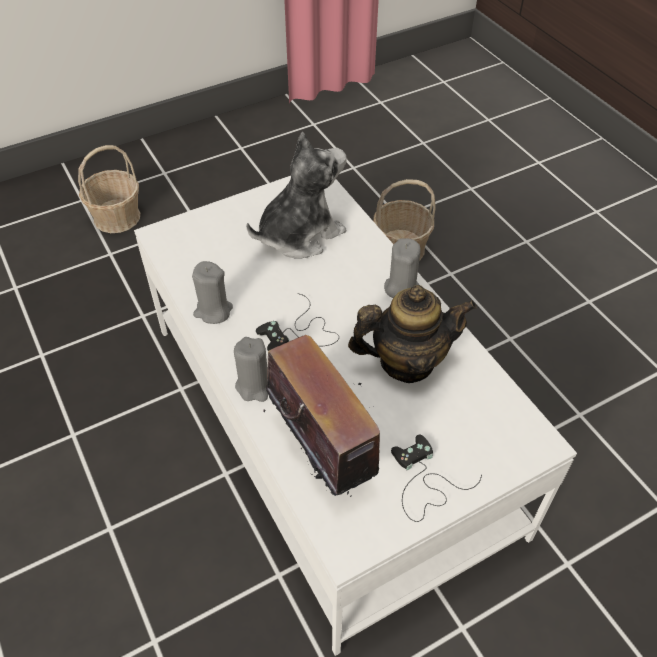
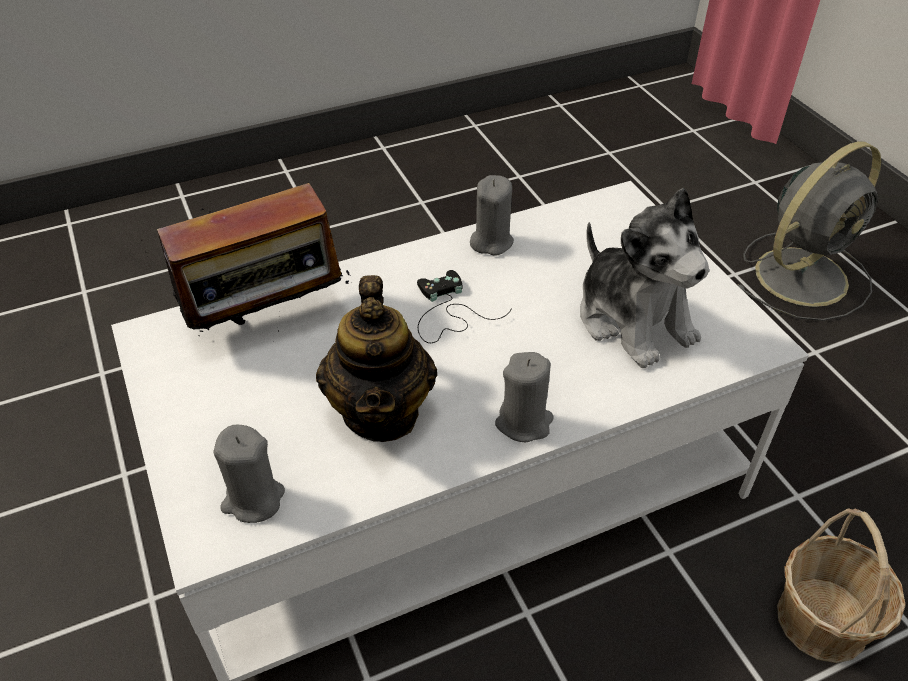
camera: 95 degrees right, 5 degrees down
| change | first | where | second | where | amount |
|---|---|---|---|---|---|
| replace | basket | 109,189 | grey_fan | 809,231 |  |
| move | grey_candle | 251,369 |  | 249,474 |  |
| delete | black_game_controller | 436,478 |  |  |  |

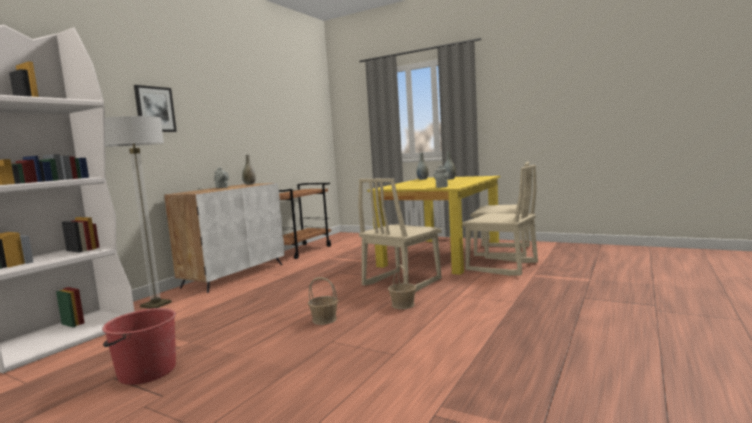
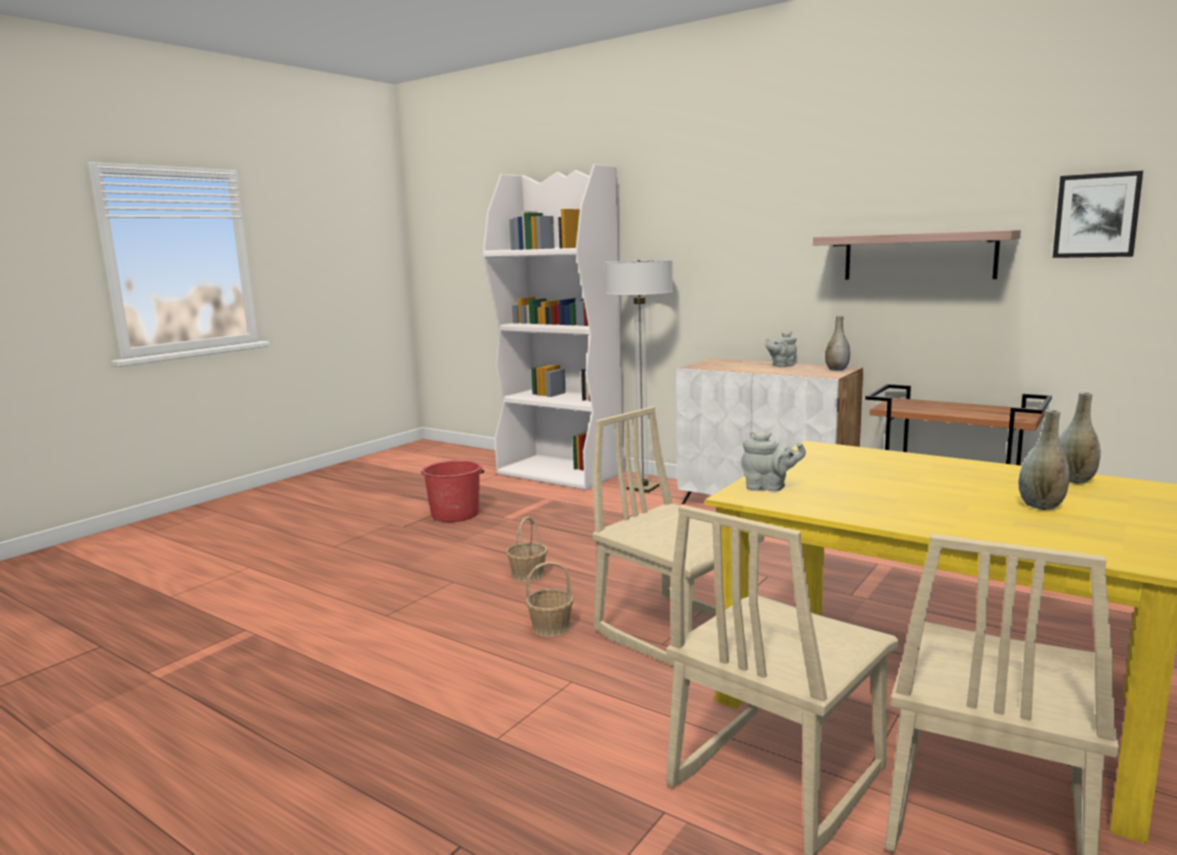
camera: 95 degrees right, 5 degrees up
| change | first | where | second | where | amount |
|---|---|---|---|---|---|
| move | picture | 155,108 |  | 1098,214 |  |
| insert |  |  | shelf | 917,255 |  |

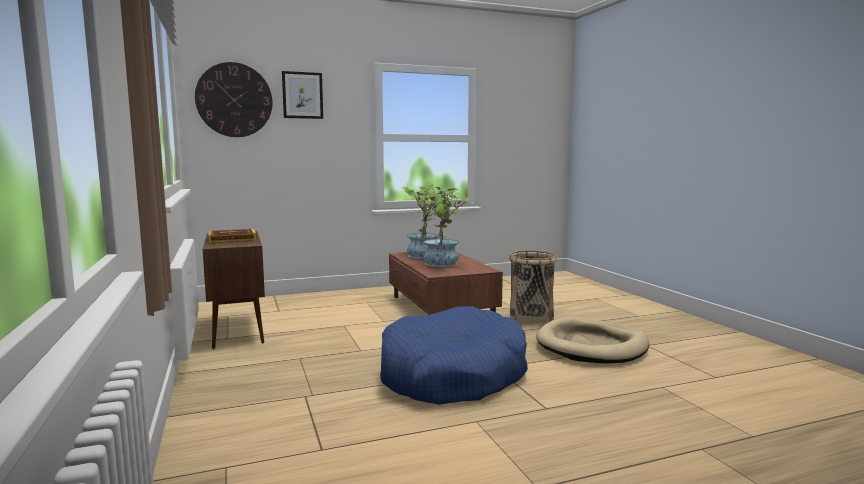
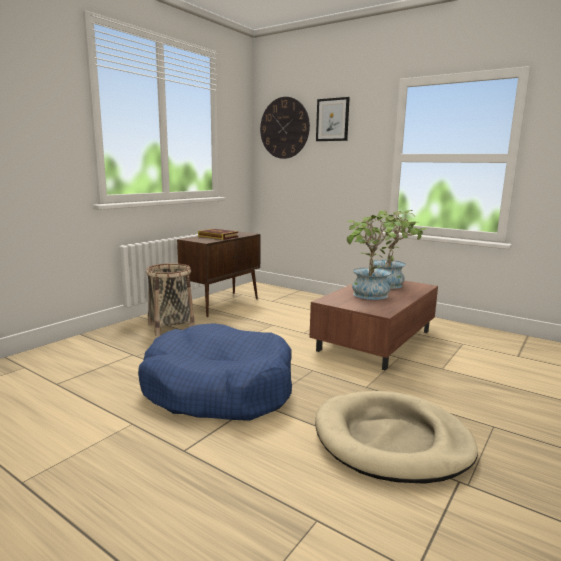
camera: 55 degrees right, 5 degrees up
| change | first | where | second | where | amount |
|---|---|---|---|---|---|
| move | basket | 533,286 |  | 170,299 |  |

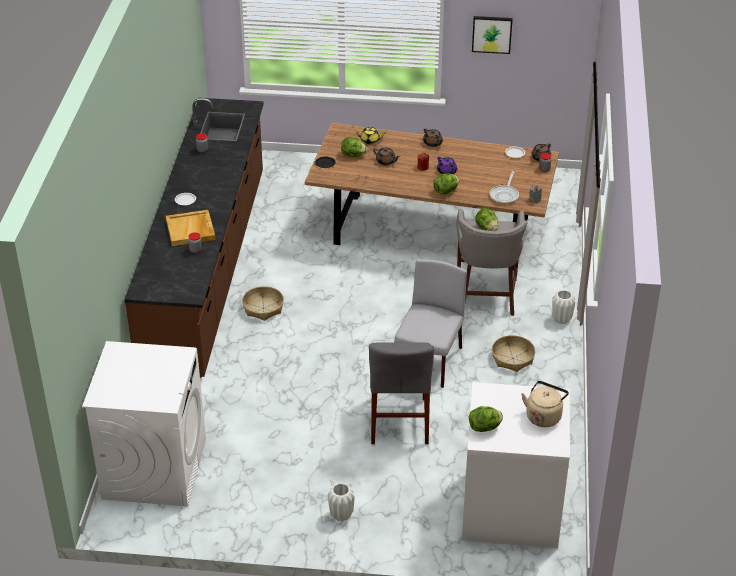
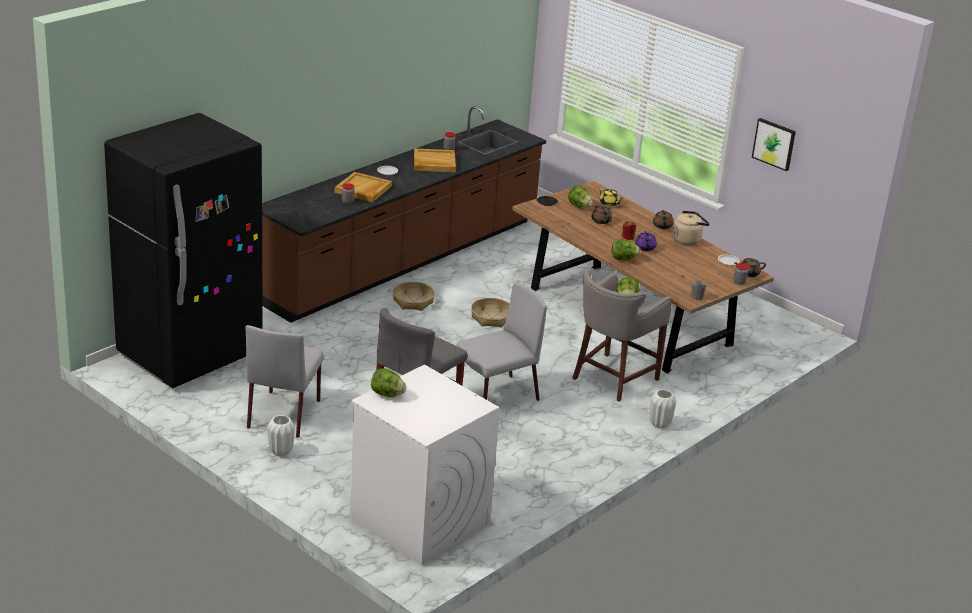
camera: 35 degrees right, 10 degrees down
| change | first | where | second | where | amount |
|---|---|---|---|---|---|
| replace | white_washing_machine | 144,423 | black_fridge | 183,250 |  |
| delete | frying_pan | 504,187 |  |  |  |
| move | basket | 513,353 |  | 490,313 |  |
| move | beige_kettle | 545,404 |  | 691,228 |  |
| insert |  |  | grey_chair | 285,381 |  |
| insert |  |  | beige_tray | 435,160 |  |

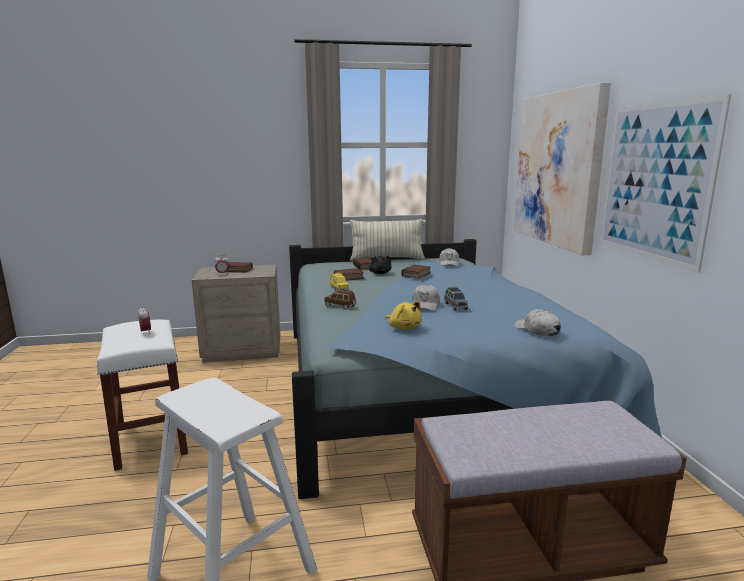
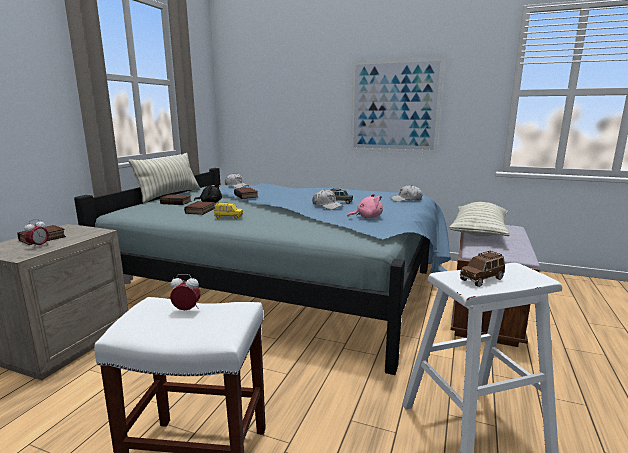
camera: 60 degrees left, 0 degrees up
| change | first | where | second | where | amount |
|---|---|---|---|---|---|
| move | brown_toy_car | 340,300 |  | 482,269 |  |
| recolor | yellow_plush_toy | 403,315 | pink_plush_toy | 365,206 |  |
| delete | picture | 562,168 |  |  |  |
| insert |  |  | pillow | 479,219 |  |

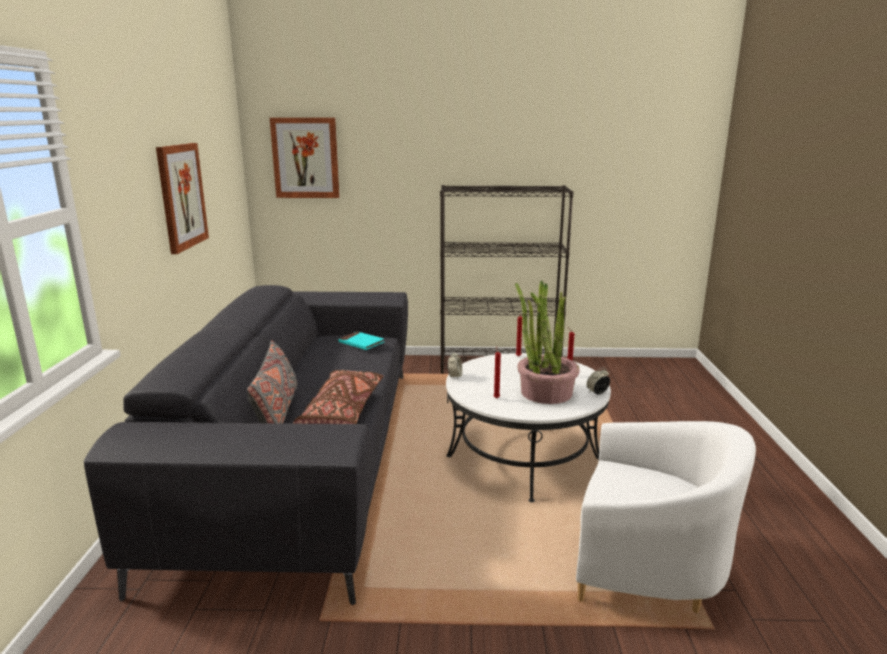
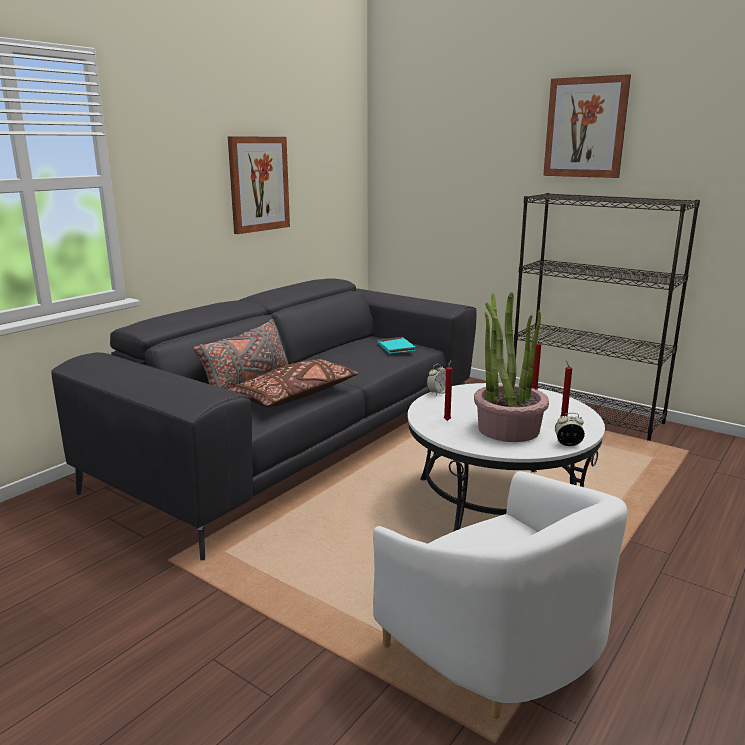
camera: 35 degrees right, 0 degrees up
| change | first | where | second | where | amount |
|---|---|---|---|---|---|
| move | picture | 305,158 |  | 587,126 |  |

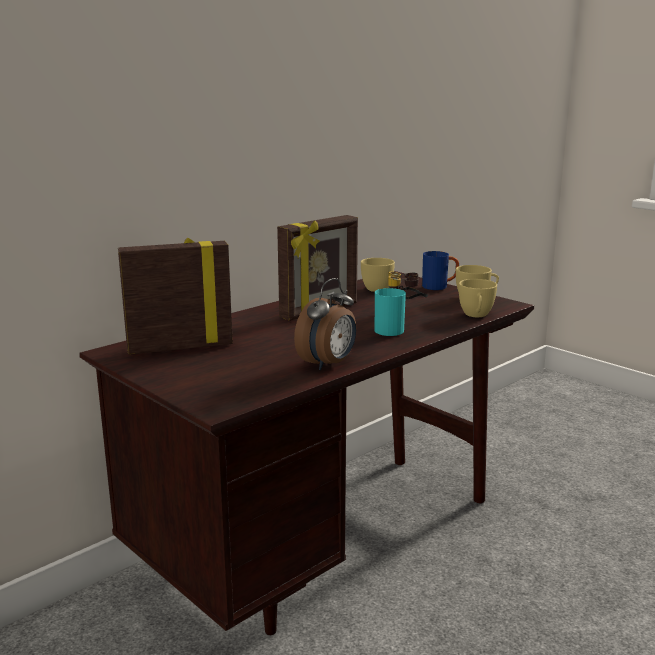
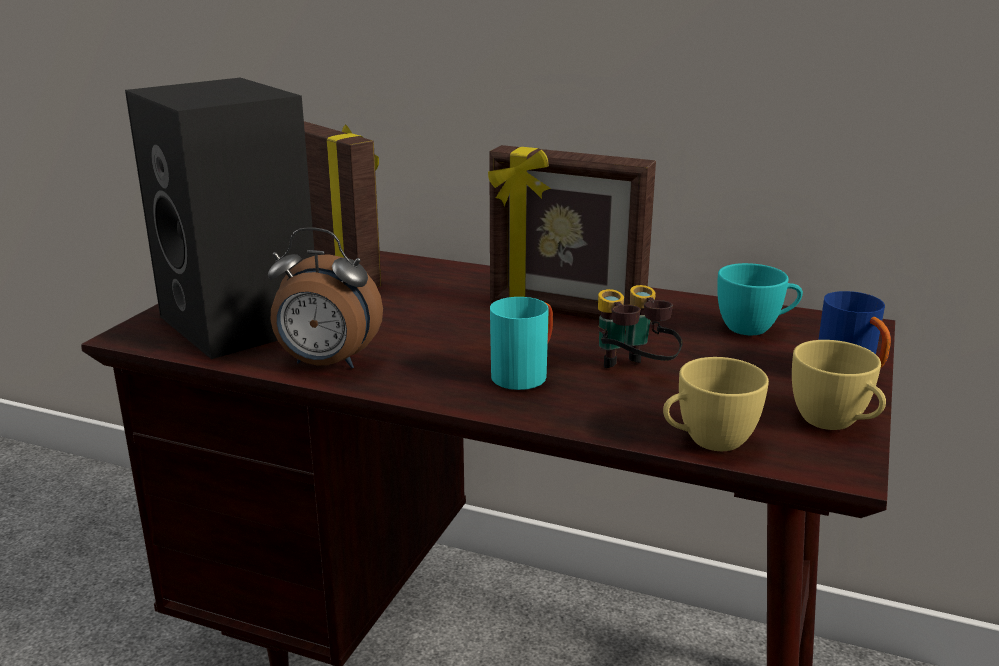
camera: 65 degrees right, 5 degrees up
| change | first | where | second | where | amount |
|---|---|---|---|---|---|
| recolor | yellow_cup | 378,275 | turquoise_cup | 760,299 |  |
| insert |  |  | black_speaker | 220,218 |  |

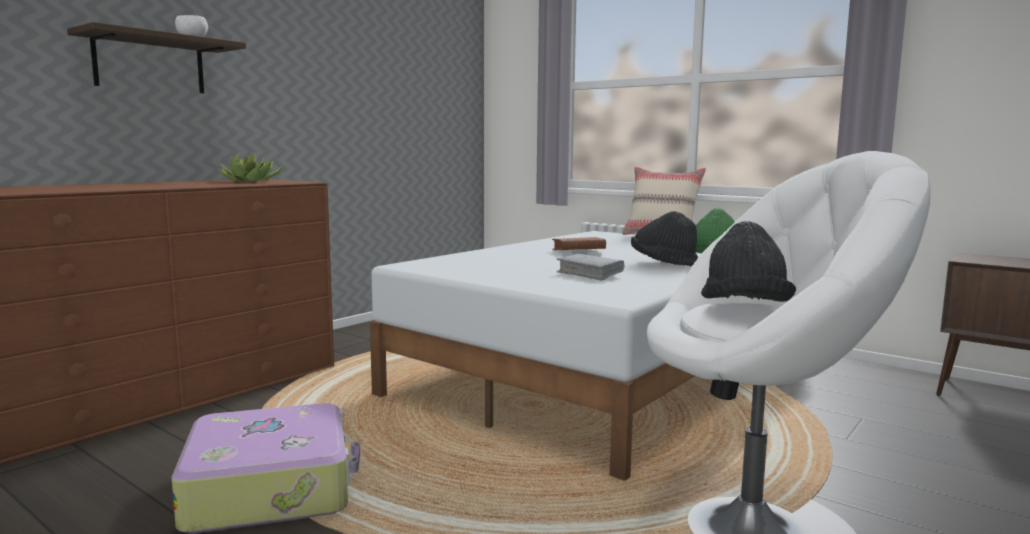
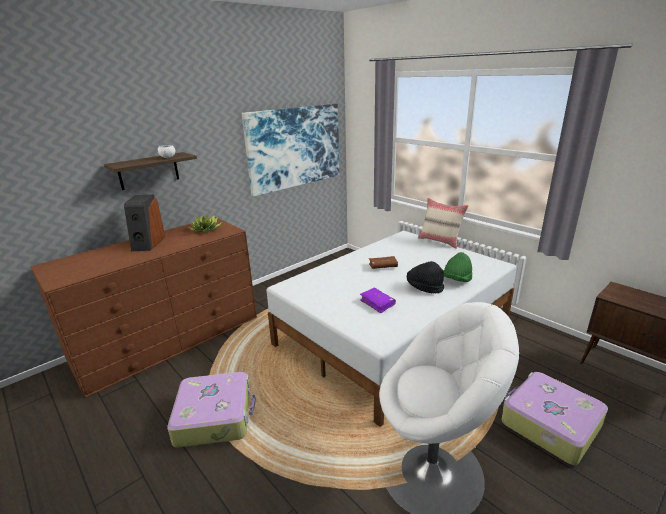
camera: 10 degrees right, 15 degrees up
| change | first | where | second | where | amount |
|---|---|---|---|---|---|
| recolor | grey_book | 590,267 | purple_book | 378,300 |  |
| delete | black_hat | 748,261 |  |  |  |
| insert |  |  | speaker | 144,223 |  |
| insert |  |  | picture | 290,150 |  |
| insert |  |  | suitcase | 554,418 |  |

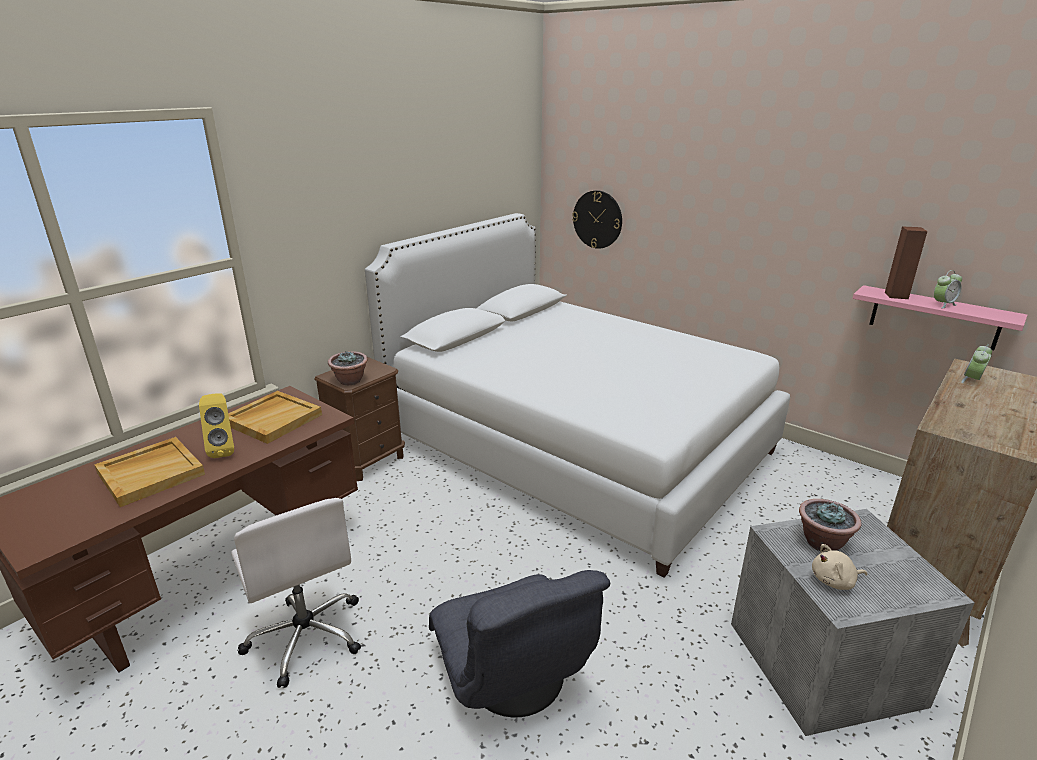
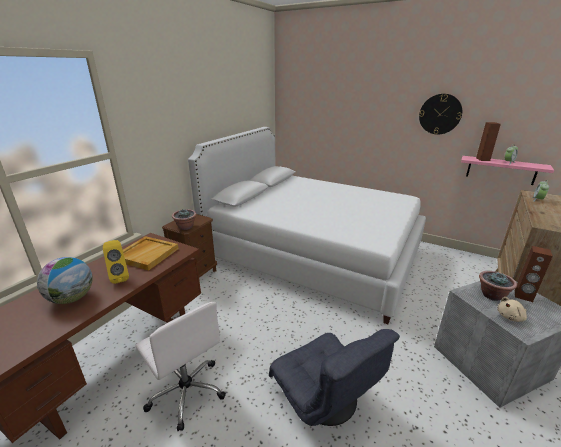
camera: 10 degrees left, 0 degrees up
| change | first | where | second | where | amount |
|---|---|---|---|---|---|
| replace | beige_tray | 149,472 | globe | 65,280 |  |
| move | wall_clock | 597,219 |  | 440,114 |  |
| insert |  |  | brown_speaker | 534,274 |  |

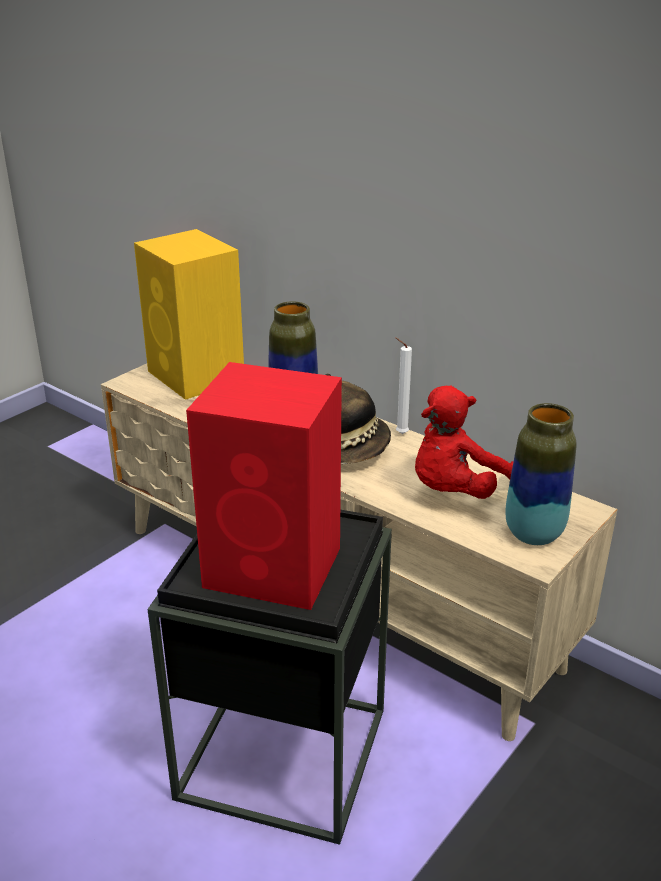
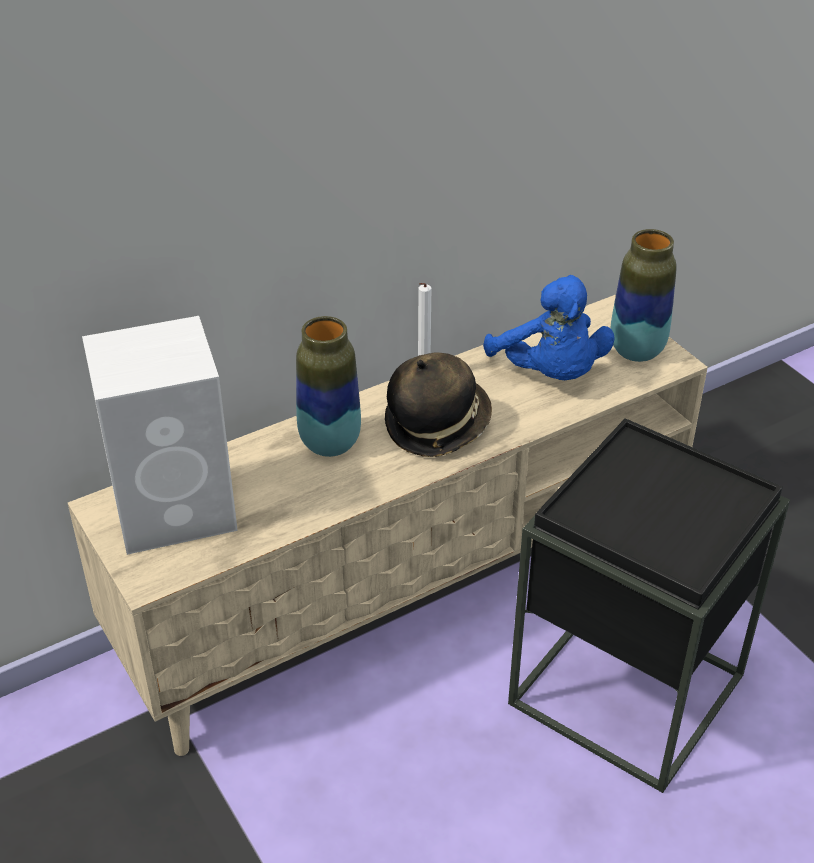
camera: 70 degrees left, 10 degrees up
| change | first | where | second | where | amount |
|---|---|---|---|---|---|
| recolor | yellow_speaker | 189,314 | white_speaker | 160,435 |  |
| delete | red_speaker | 264,486 |  |  |  |
| recolor | red_plush_toy | 464,442 | blue_plush_toy | 549,327 |  |

